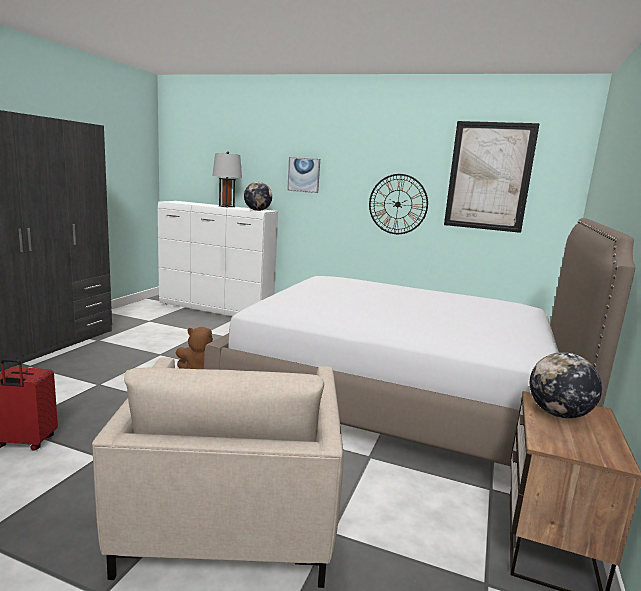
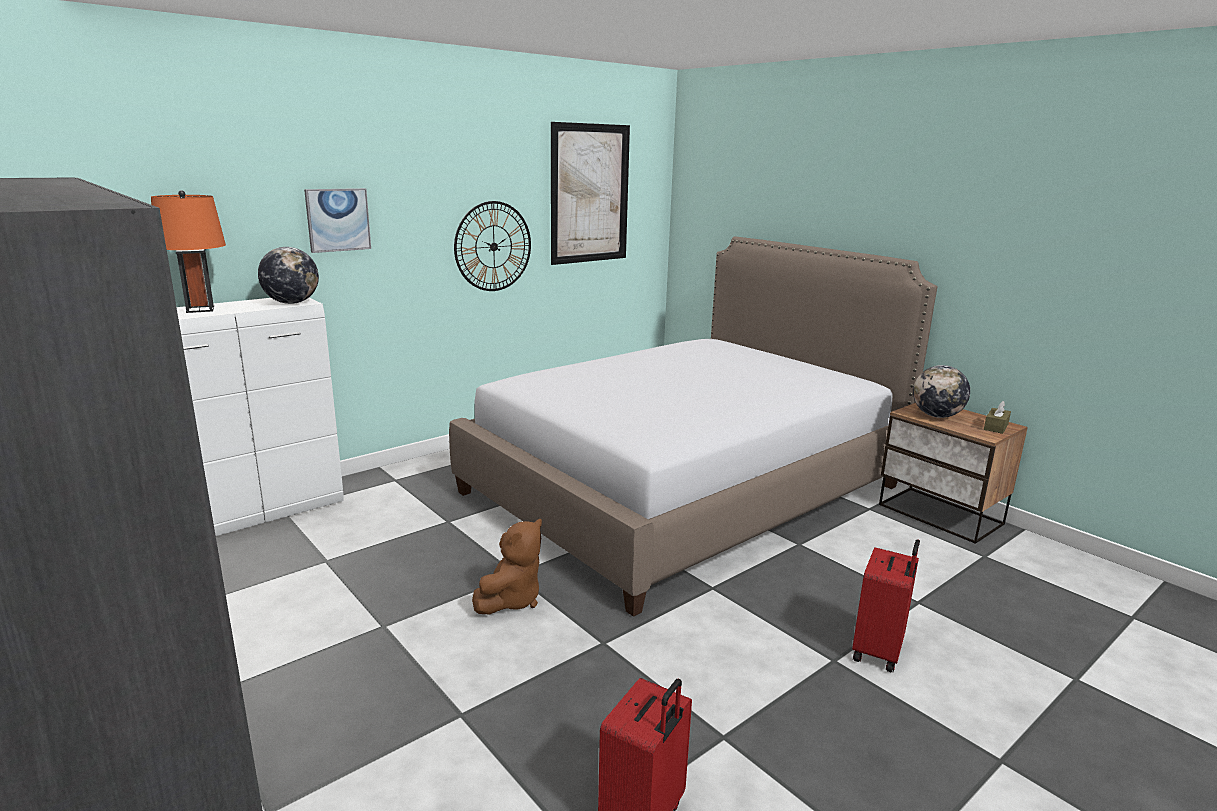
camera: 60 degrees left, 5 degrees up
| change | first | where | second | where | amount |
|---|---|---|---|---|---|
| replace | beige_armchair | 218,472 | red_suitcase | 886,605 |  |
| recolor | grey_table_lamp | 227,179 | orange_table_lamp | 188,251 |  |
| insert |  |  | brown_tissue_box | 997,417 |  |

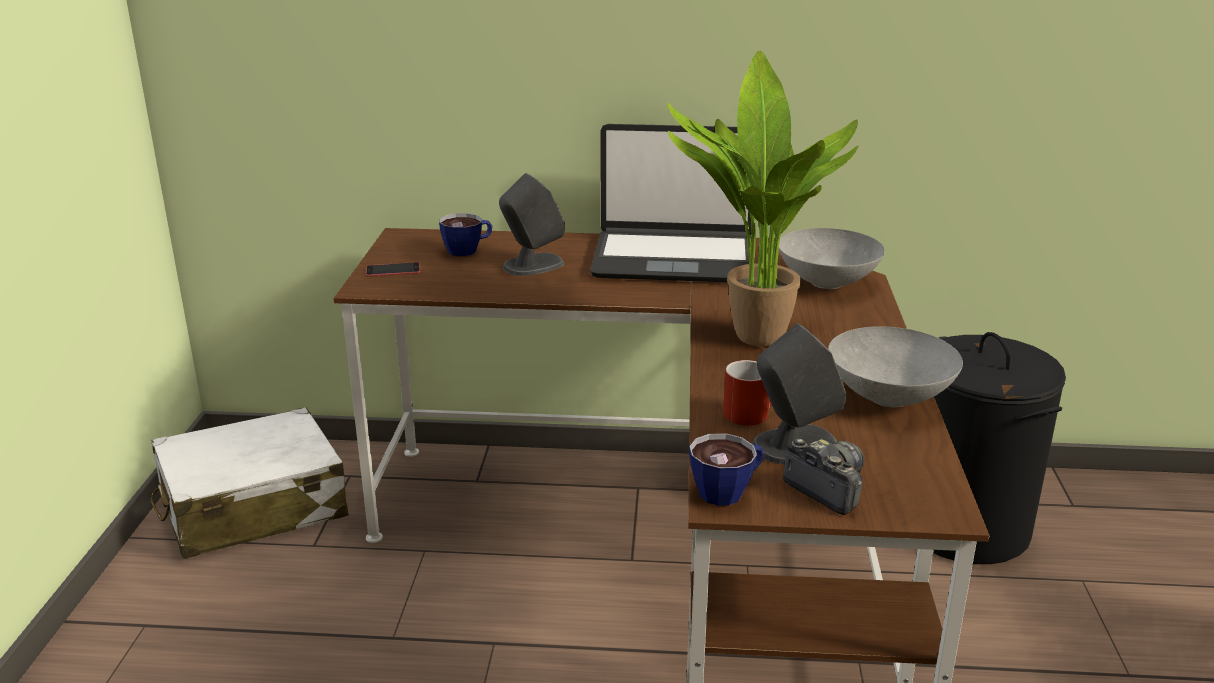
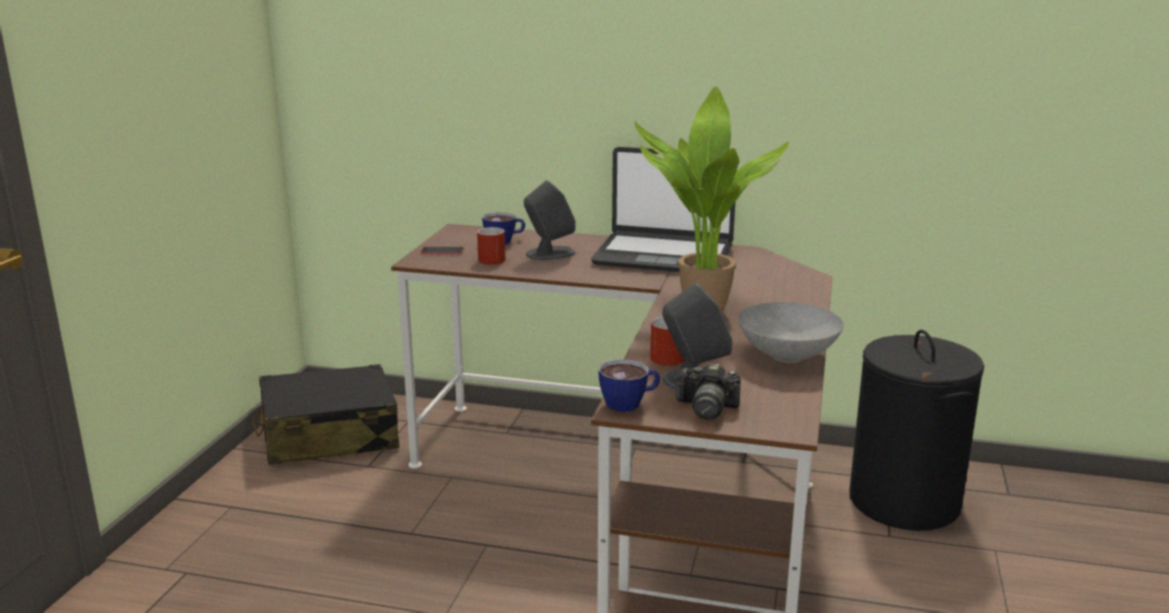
camera: 10 degrees right, 5 degrees down
| change | first | where | second | where | amount |
|---|---|---|---|---|---|
| recolor | white_suitcase | 249,483 | black_suitcase | 326,414 |  |
| delete | grey_bowl | 832,258 |  |  |  |
| rotate | photo_camera | 823,477 |  | 707,391 | 135 degrees clockwise |
| insert |  |  | red_mug | 491,246 |  |

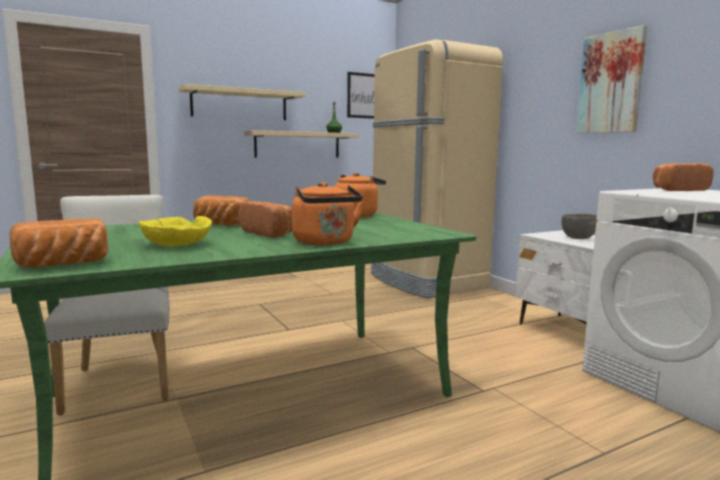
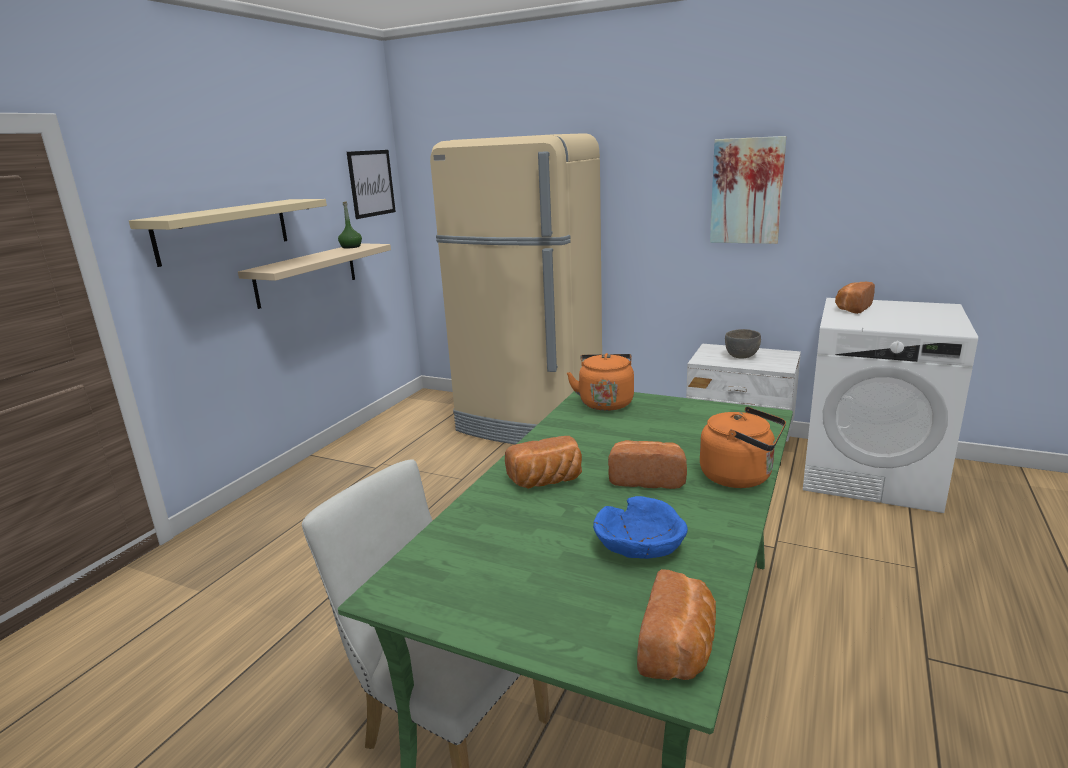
camera: 35 degrees left, 10 degrees up
| change | first | where | second | where | amount |
|---|---|---|---|---|---|
| recolor | yellow_bowl | 175,231 | blue_bowl | 640,527 |  |

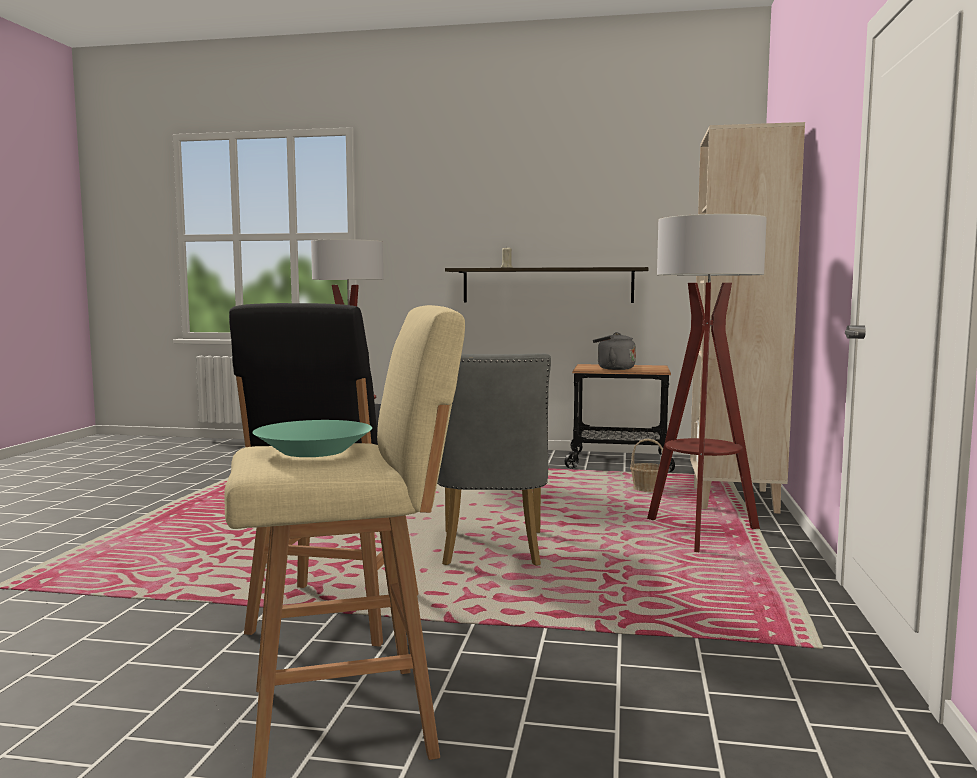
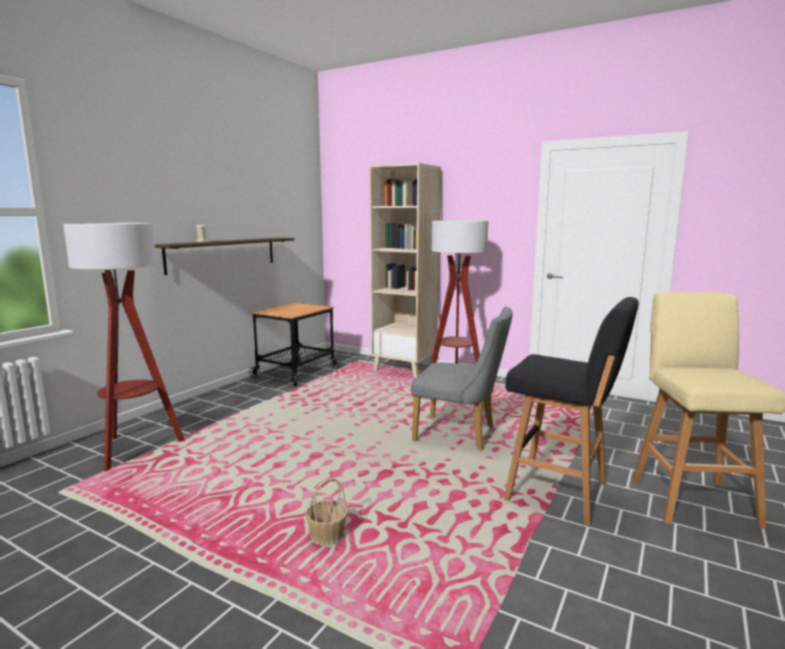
camera: 70 degrees left, 5 degrees up
| change | first | where | second | where | amount |
|---|---|---|---|---|---|
| delete | turquoise_bowl | 312,438 |  |  |  |
| delete | grey_kettle | 614,351 |  |  |  |
| move | basket | 646,465 |  | 326,512 |  |

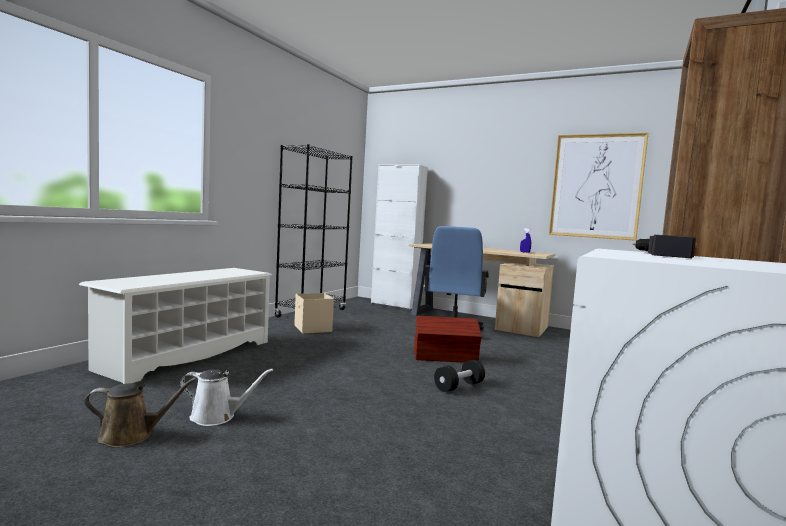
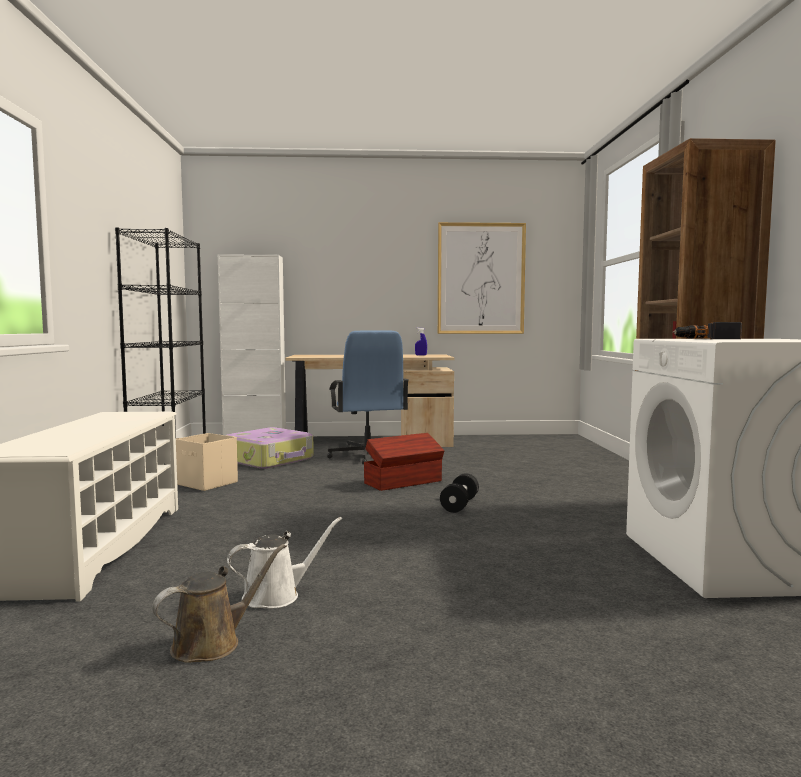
camera: 30 degrees left, 0 degrees up
| change | first | where | second | where | amount |
|---|---|---|---|---|---|
| insert |  |  | suitcase | 270,448 |  |

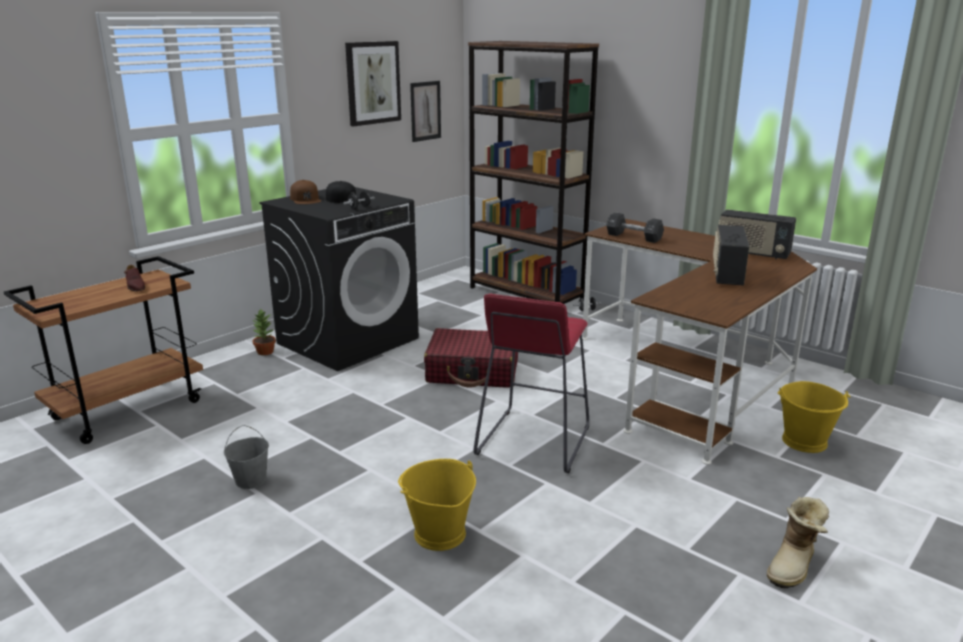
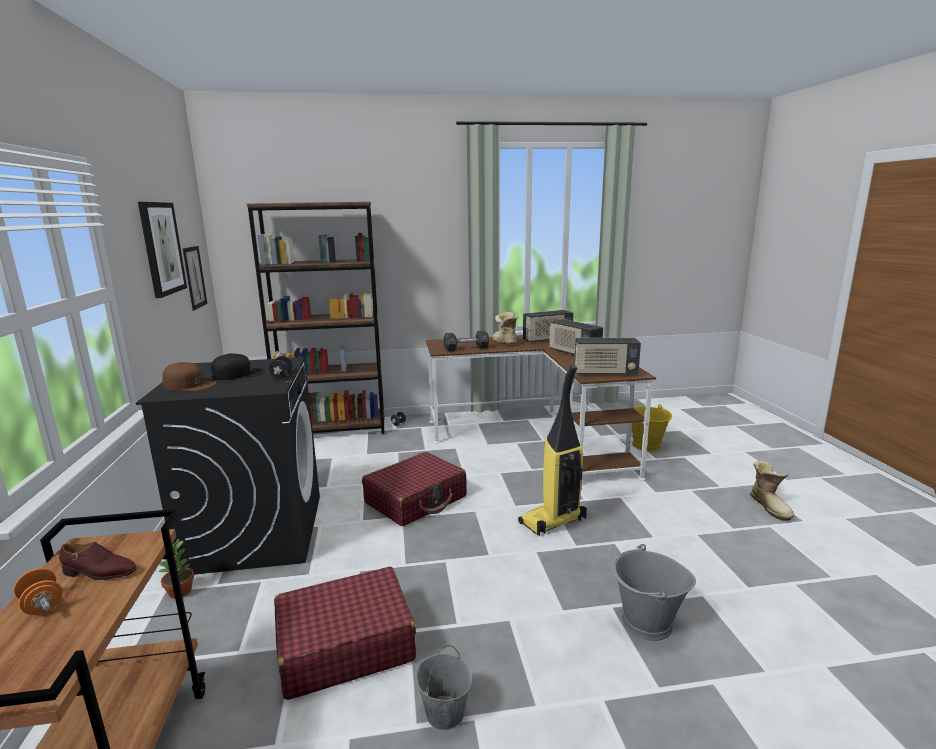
camera: 50 degrees left, 5 degrees down
| change | first | where | second | where | amount |
|---|---|---|---|---|---|
| recolor | yellow_bucket | 437,505 | grey_bucket | 654,592 |  |
| replace | red_stool | 531,383 | vacuum_cleaner | 552,450 |  |
| insert |  |  | orange_dumbbell | 38,591 |  |
| insert |  |  | red_suitcase | 345,633 |  |
| insert |  |  | boot | 505,328 |  |
| insert |  |  | radio | 607,357 |  |

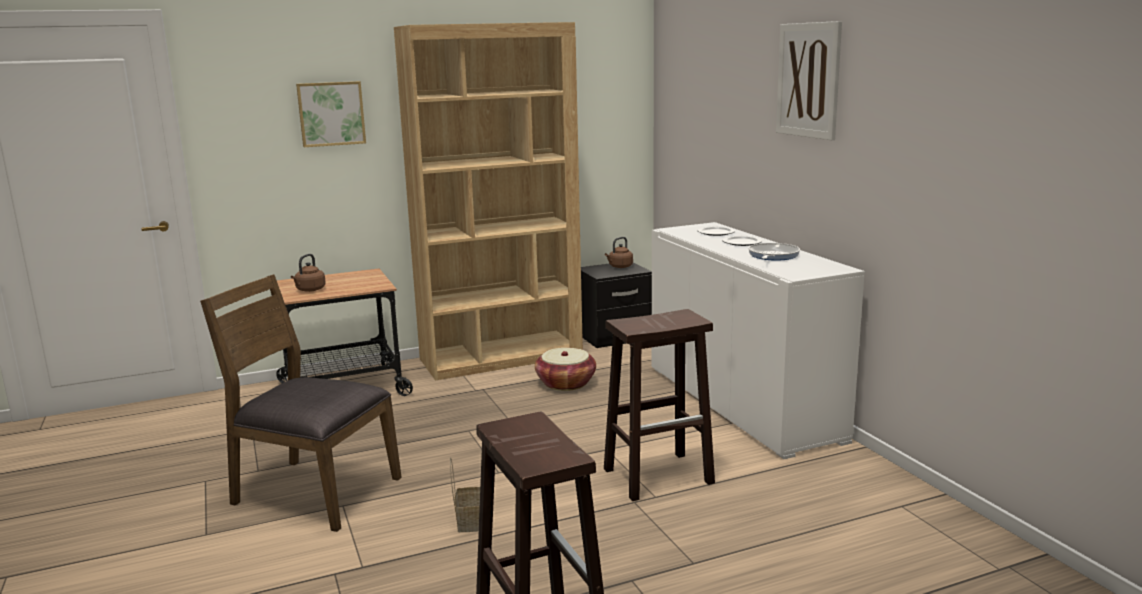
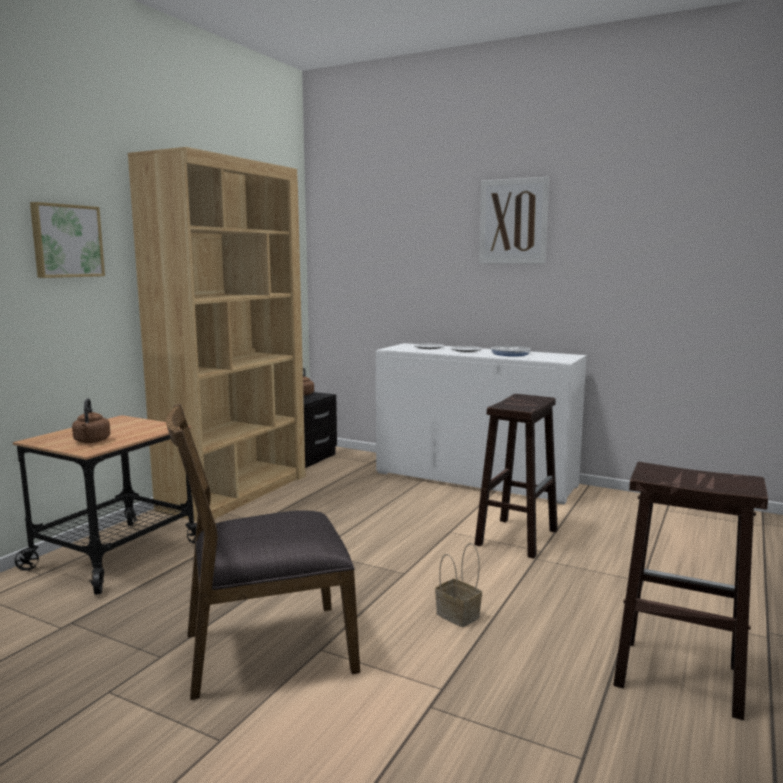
camera: 40 degrees left, 5 degrees down
| change | first | where | second | where | amount |
|---|---|---|---|---|---|
| delete | basket | 565,369 |  |  |  |

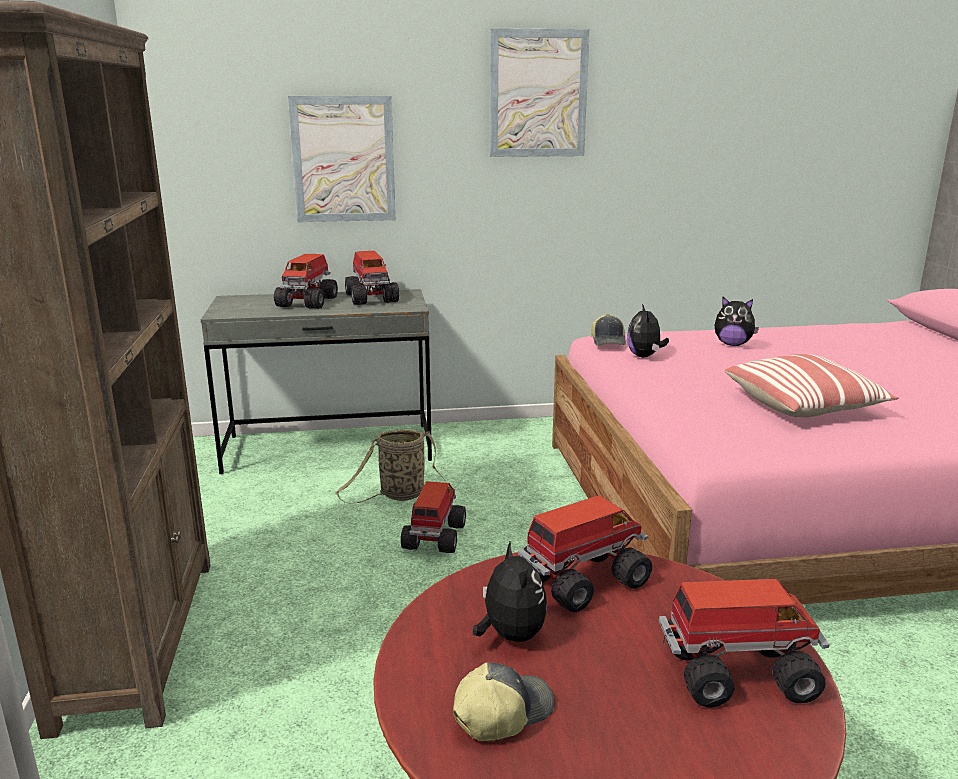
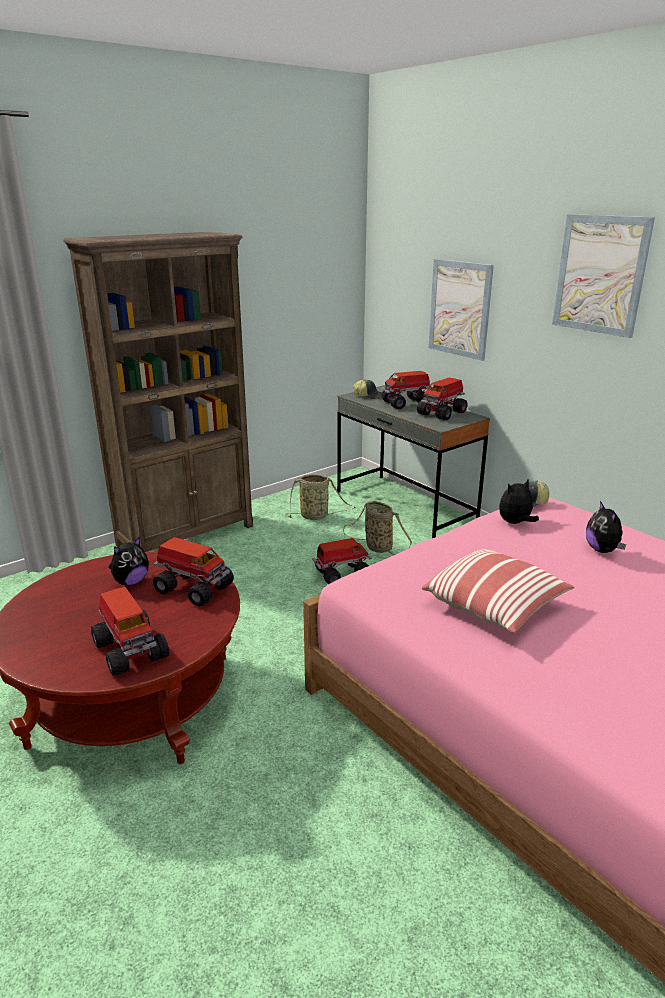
camera: 60 degrees right, 5 degrees up
| change | first | where | second | where | amount |
|---|---|---|---|---|---|
| move | cap | 504,701 |  | 367,389 |  |
| insert |  |  | basket | 320,497 |  |

